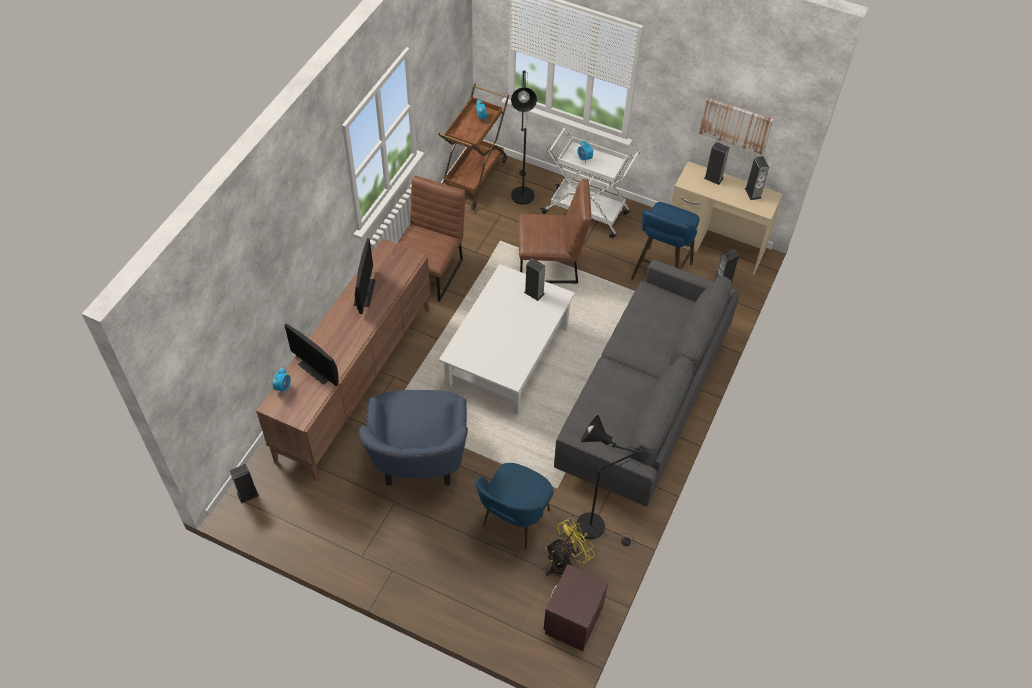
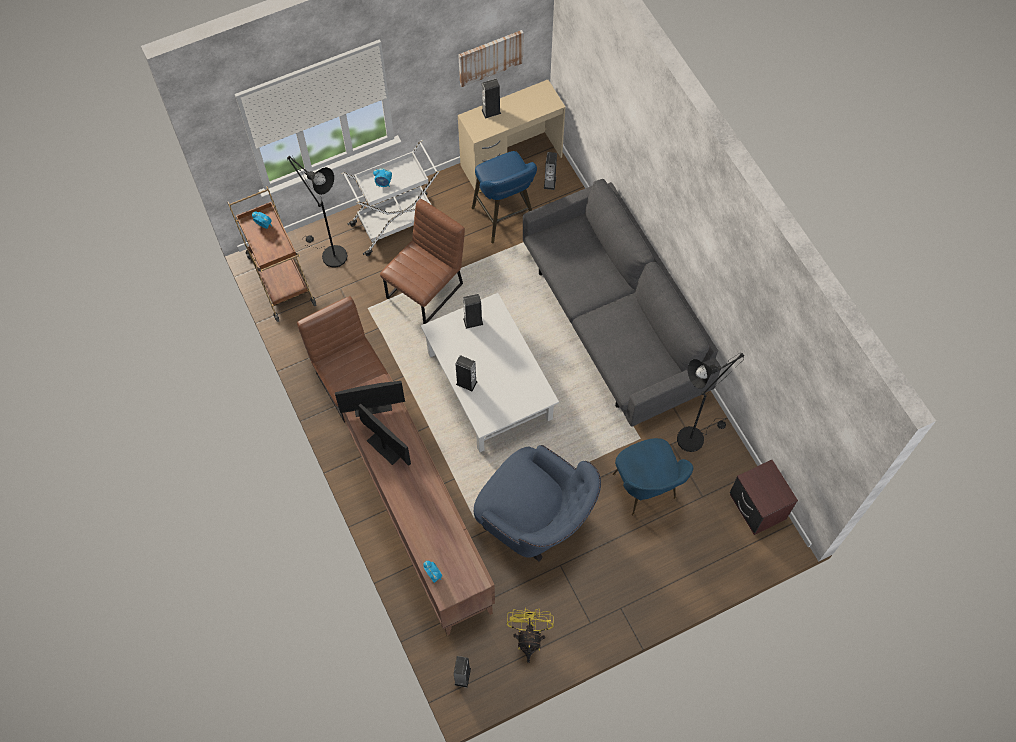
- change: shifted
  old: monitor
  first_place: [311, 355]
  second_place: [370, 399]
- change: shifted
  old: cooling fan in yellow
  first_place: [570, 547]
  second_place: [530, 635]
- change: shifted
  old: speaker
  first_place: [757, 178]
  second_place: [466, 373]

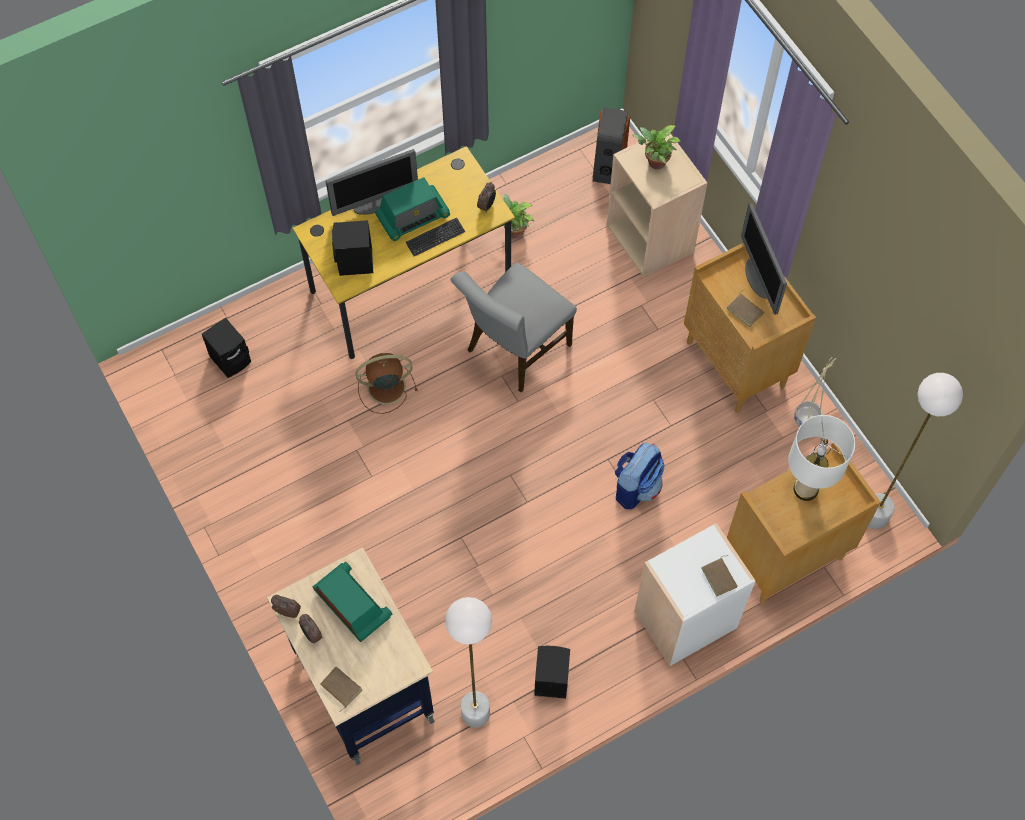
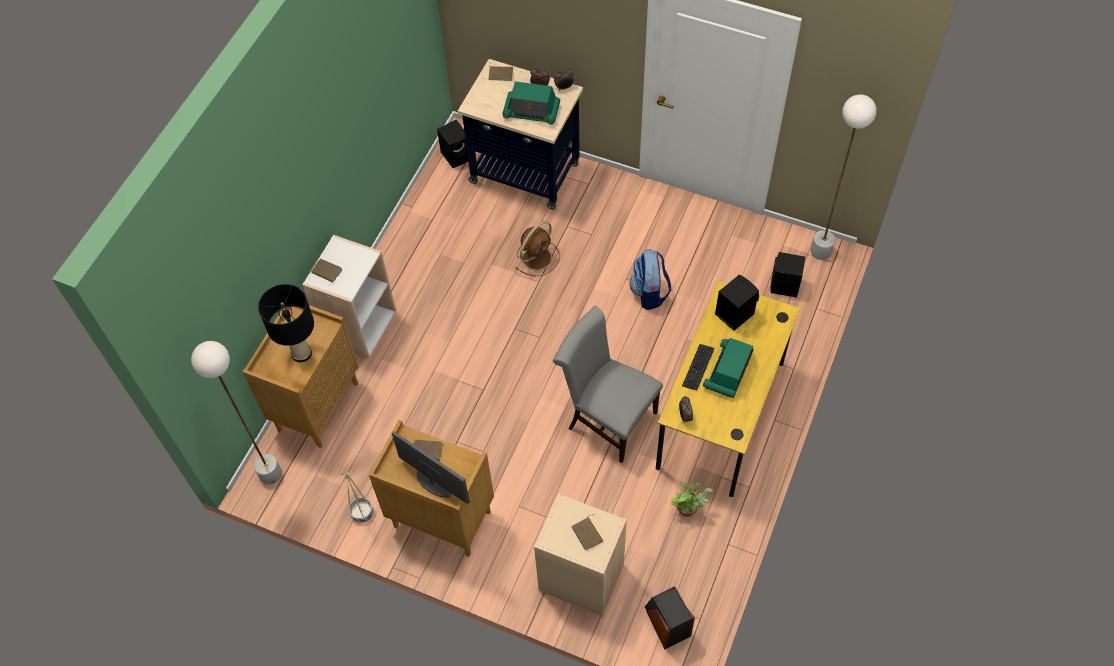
- change: gone
  old: monitor
  first_place: [371, 182]
- change: shifted
  old: cooling fan in brownish
  first_place: [386, 383]
  second_place: [537, 249]
- change: shifted
  old: standard lamp in whitish
  first_place: [468, 662]
  second_place: [844, 177]
- change: shifted
  old: speaker in black
  first_place: [552, 672]
  second_place: [452, 144]
- change: shifted
  old: backpack
  first_place: [640, 476]
  second_place: [650, 279]
- change: swapped
  old: houseplant
  new: volume in brownish
  first_place: [656, 147]
  second_place: [587, 532]
- change: repainted
  old: lamp for a table in whitish
  new: lamp for a table in black
  first_place: [822, 458]
  second_place: [286, 323]
- change: rotated
  old: plain chair in gray
  first_place: [513, 328]
  second_place: [608, 384]
  degrees: -60

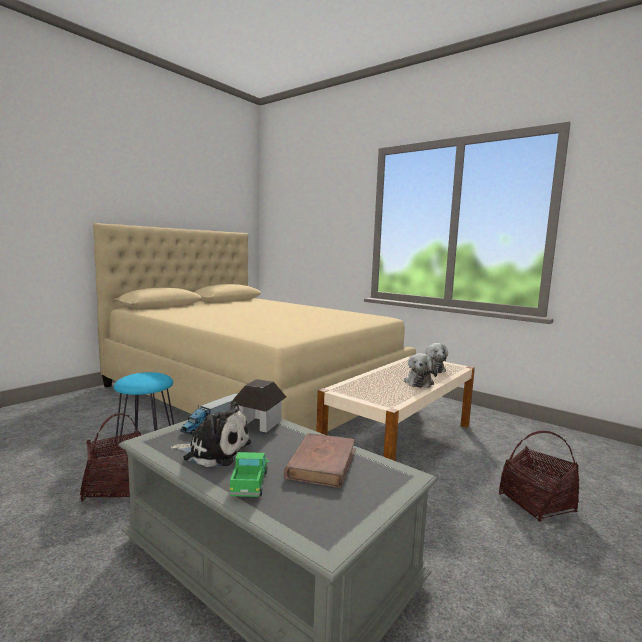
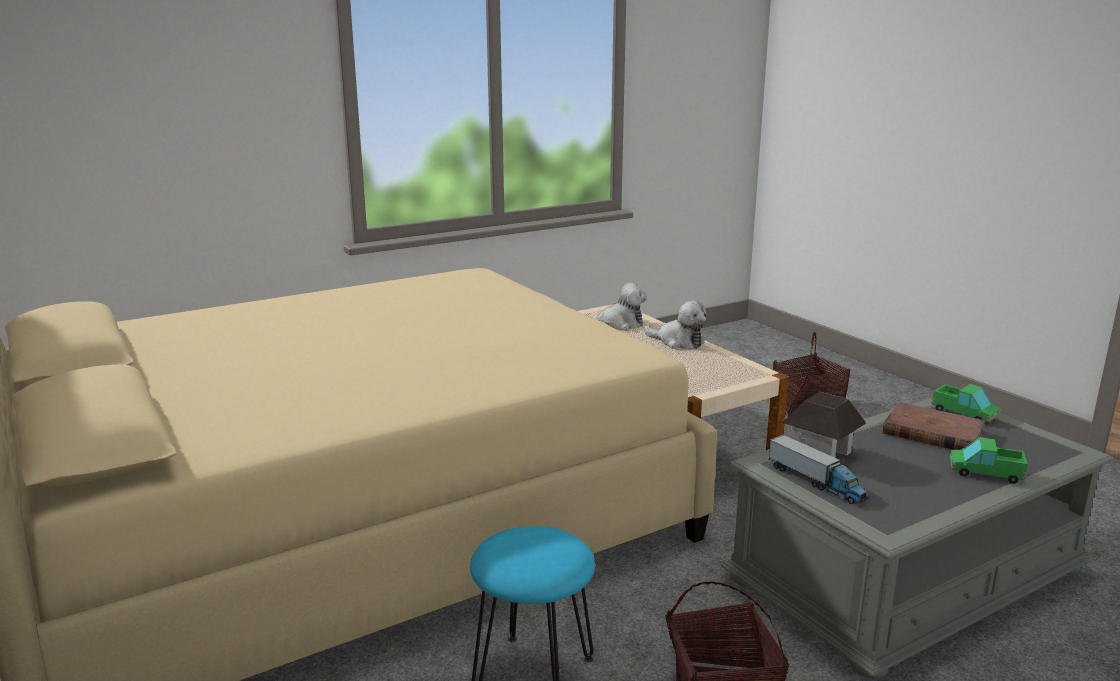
- change: gone
  old: soft toy
  first_place: [211, 434]
- change: new
  new: model truck
  second_place: [966, 403]

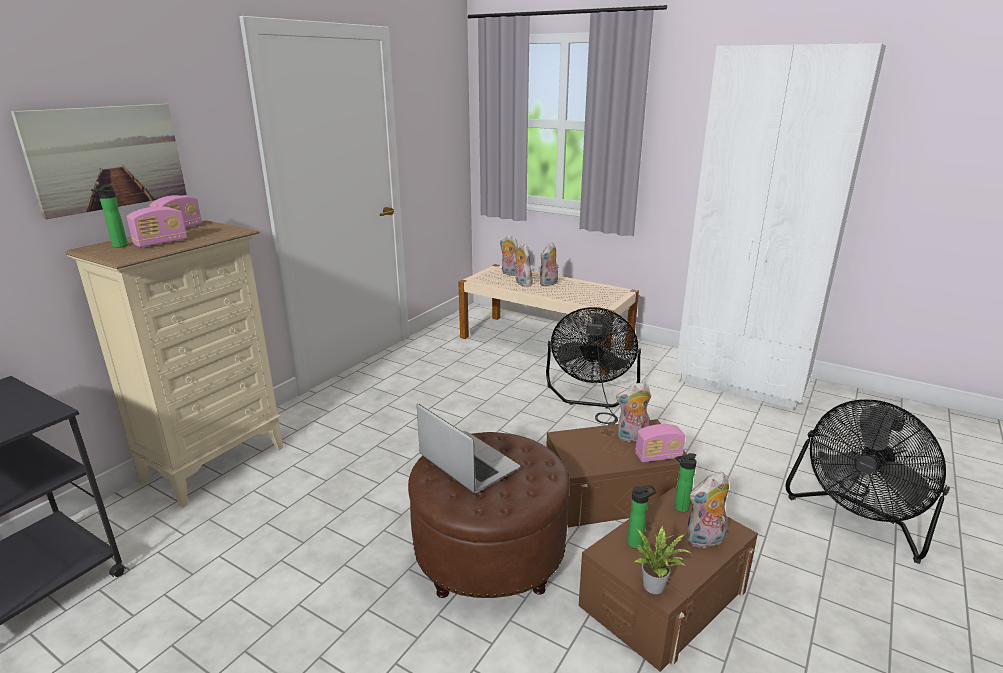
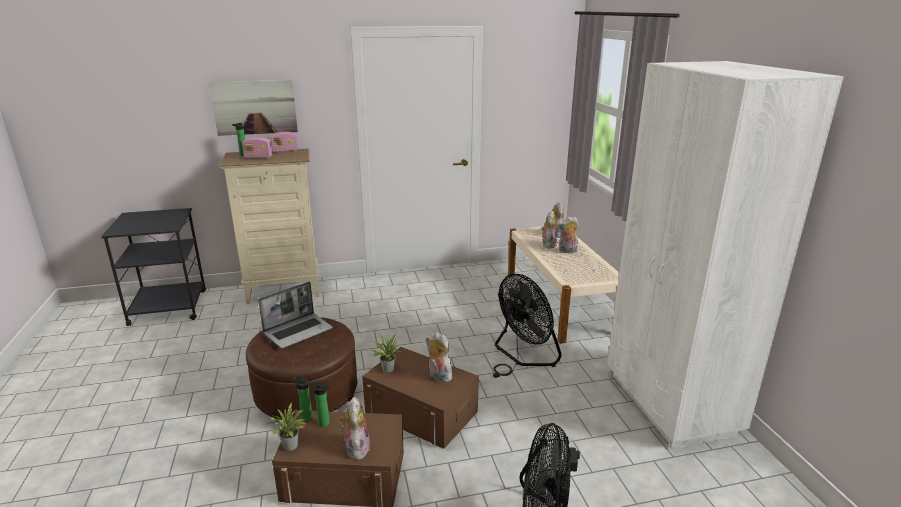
- change: gone
  old: radio receiver
  first_place: [660, 443]
- change: new
  new: houseplant
  second_place: [385, 353]
- change: shifted
  old: drink bottle
  first_place: [685, 482]
  second_place: [302, 398]
- change: rotated
  old: laptop
  first_place: [468, 448]
  second_place: [295, 315]
  degrees: 45
- change: rotated
  old: soft toy
  first_place: [707, 510]
  second_place: [355, 428]
  degrees: 60

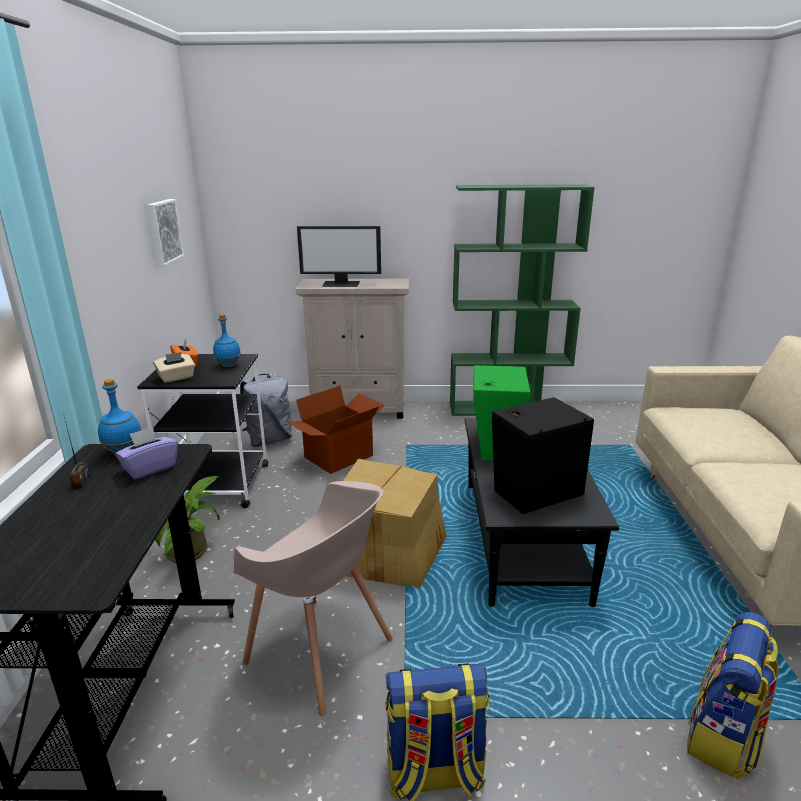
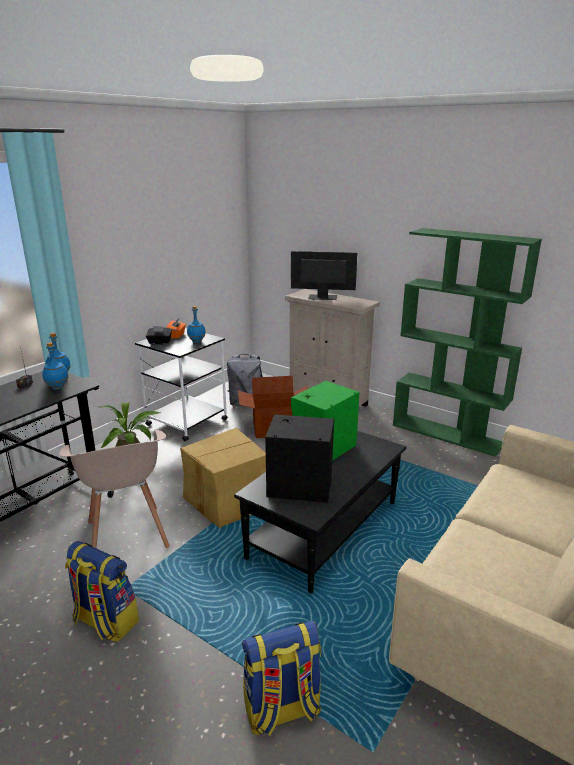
- change: gone
  old: picture
  first_place: [165, 233]
- change: swapped
  old: tissue holder in purple
  new: drink bottle in blue-coloured
  first_place: [146, 453]
  second_place: [55, 366]
- change: repainted
  old: tissue holder in beige
  new: tissue holder in black
  first_place: [174, 367]
  second_place: [159, 335]
- change: rotated
  old: monitor
  first_place: [339, 256]
  second_place: [324, 275]
  degrees: 150

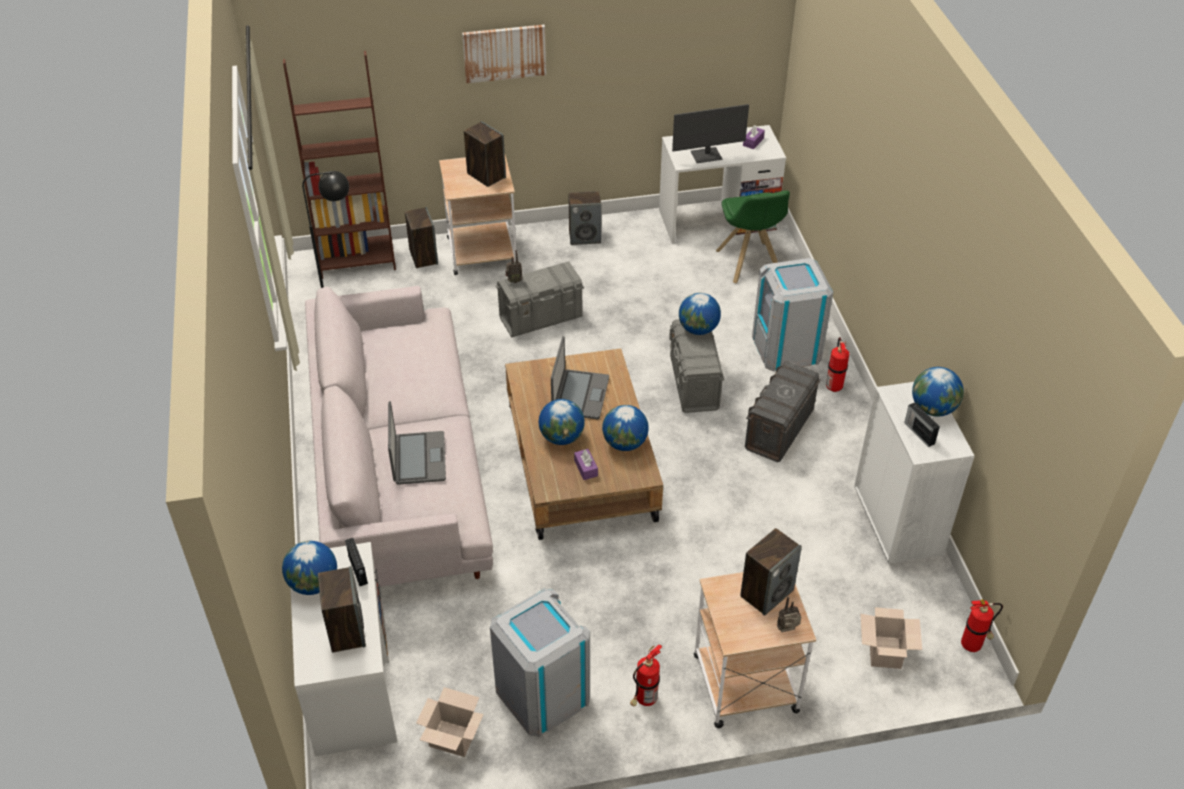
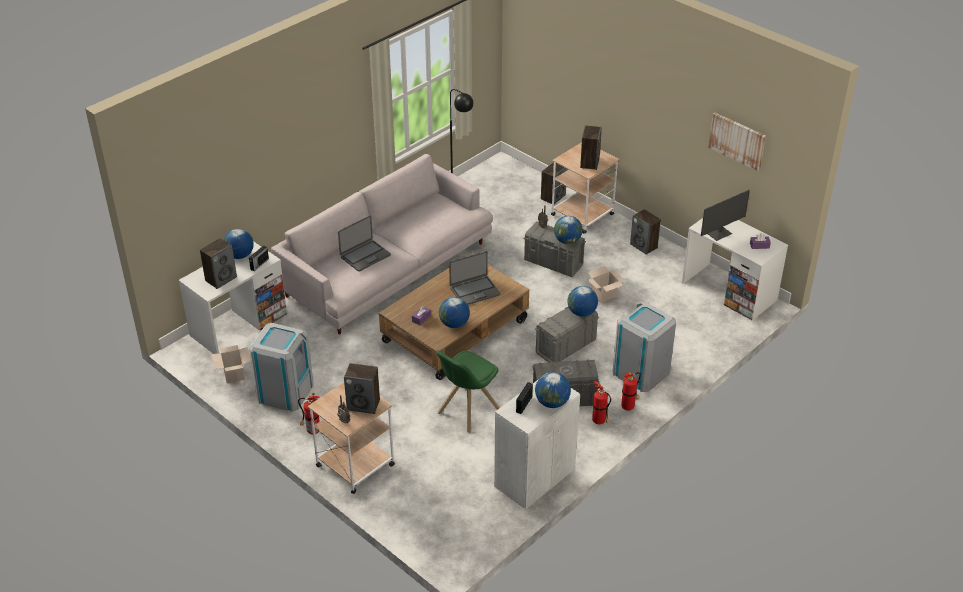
- change: gone
  old: bookcase in brownish
  first_place: [339, 165]
- change: shifted
  old: picture
  first_place: [504, 54]
  second_place: [737, 142]
- change: shifted
  old: desk globe
  first_place: [562, 422]
  second_place: [568, 230]
- change: shifted
  old: plain chair in greenish
  first_place: [753, 237]
  second_place: [468, 391]
- change: shifted
  old: cardboard box
  first_place: [891, 638]
  second_place: [605, 284]
- change: shifted
  old: extinguisher
  first_place: [982, 625]
  second_place: [601, 402]
- change: rotated
  old: monitor
  first_place: [710, 133]
  second_place: [725, 215]
  degrees: -75

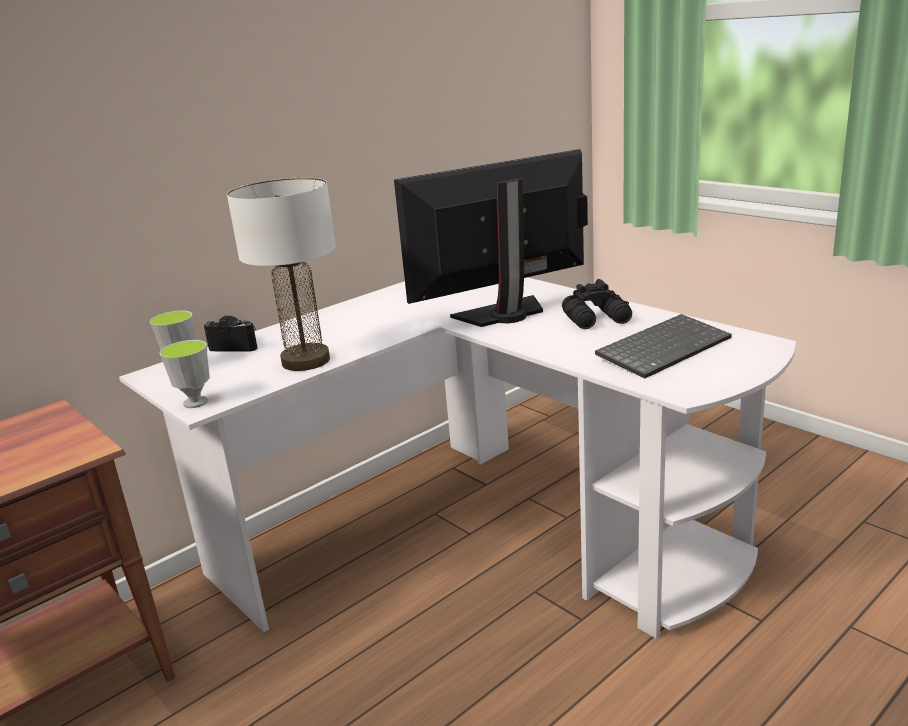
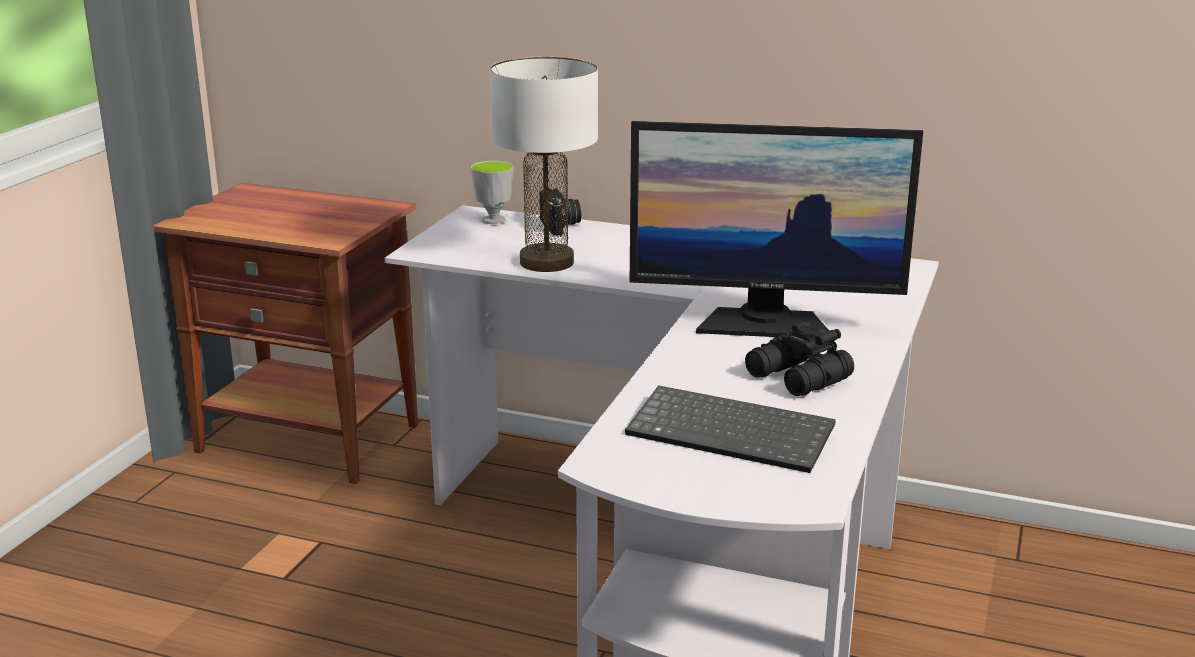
- change: gone
  old: small cup
  first_place: [185, 374]
- change: rotated
  old: monitor
  first_place: [491, 238]
  second_place: [776, 229]
  degrees: 150

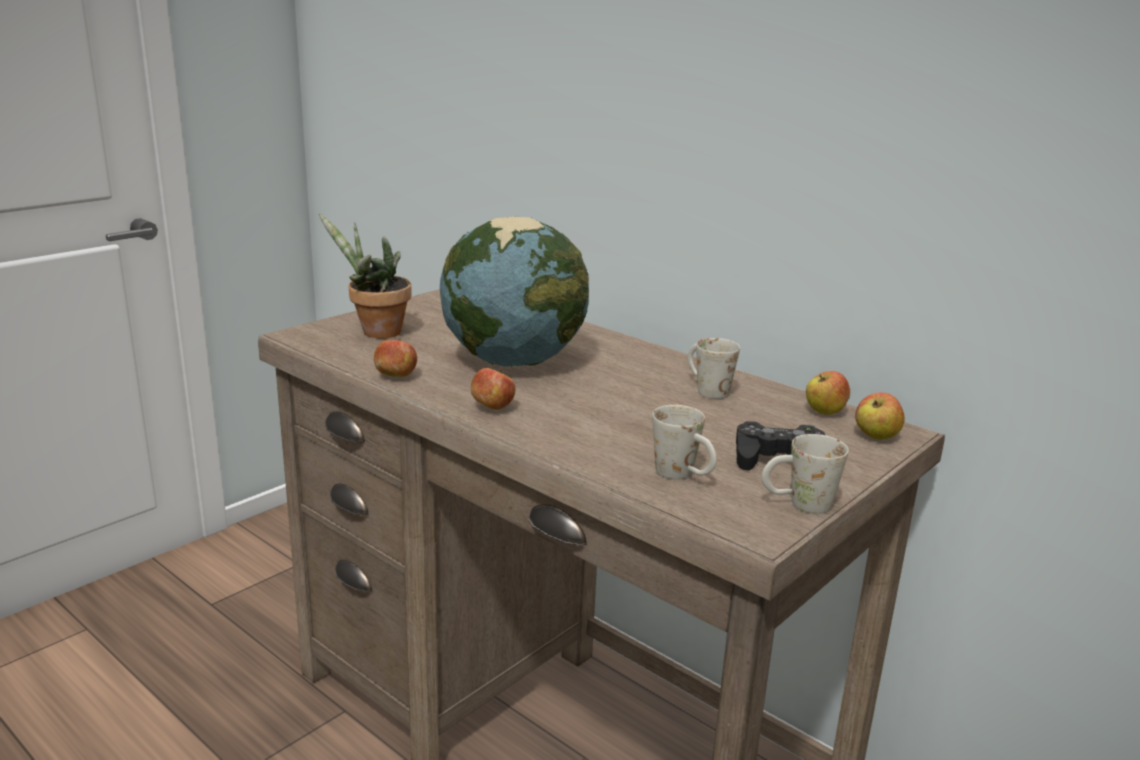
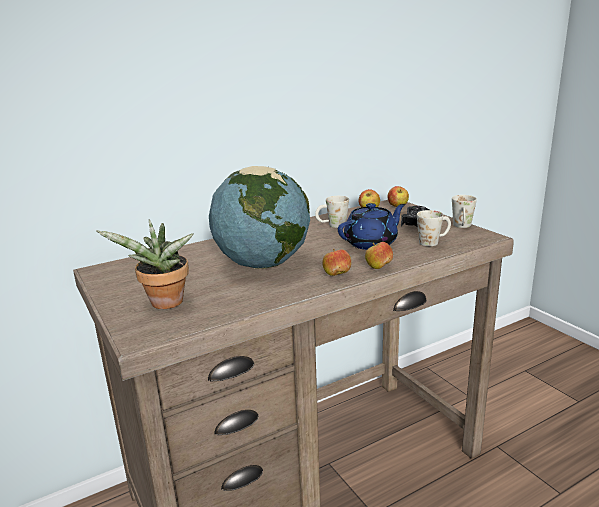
- change: new
  new: teapot in blue-coloured
  second_place: [371, 226]
- change: shifted
  old: apple fruit
  first_place: [395, 357]
  second_place: [379, 255]

